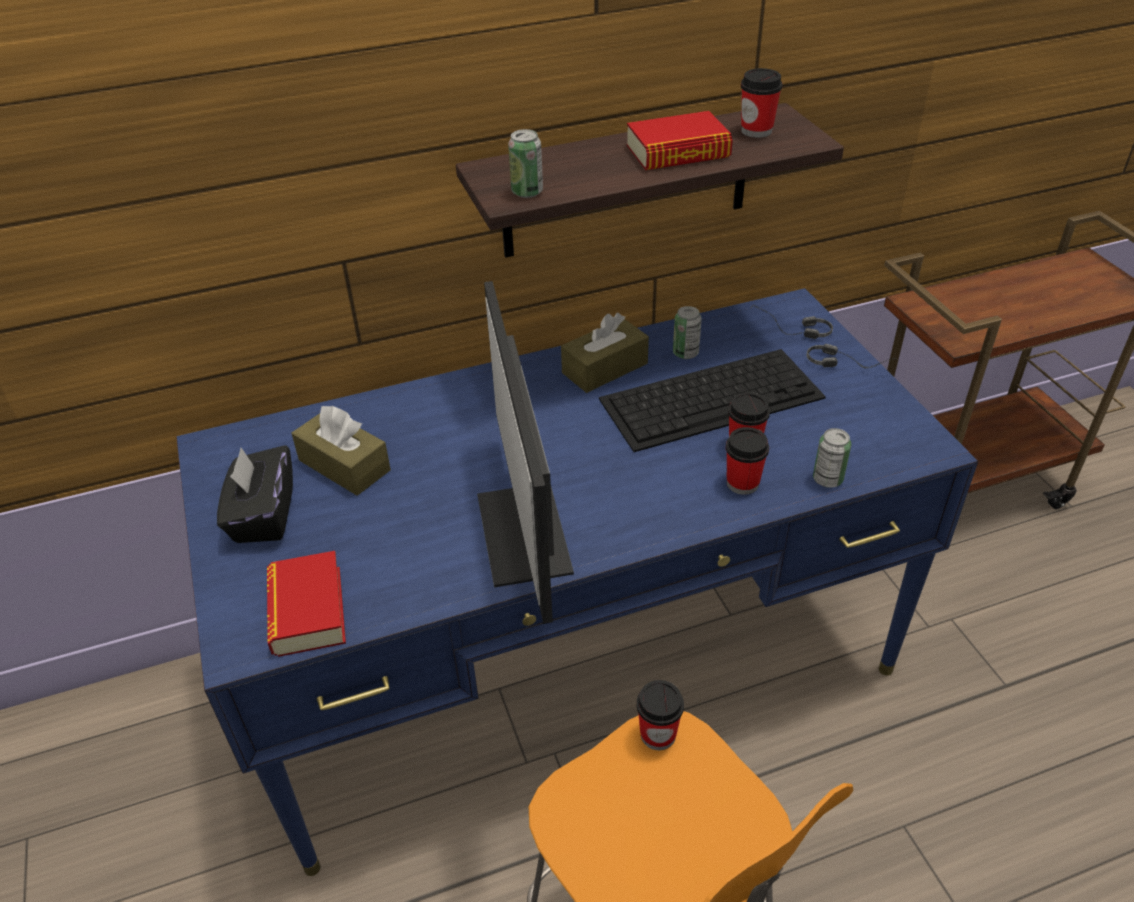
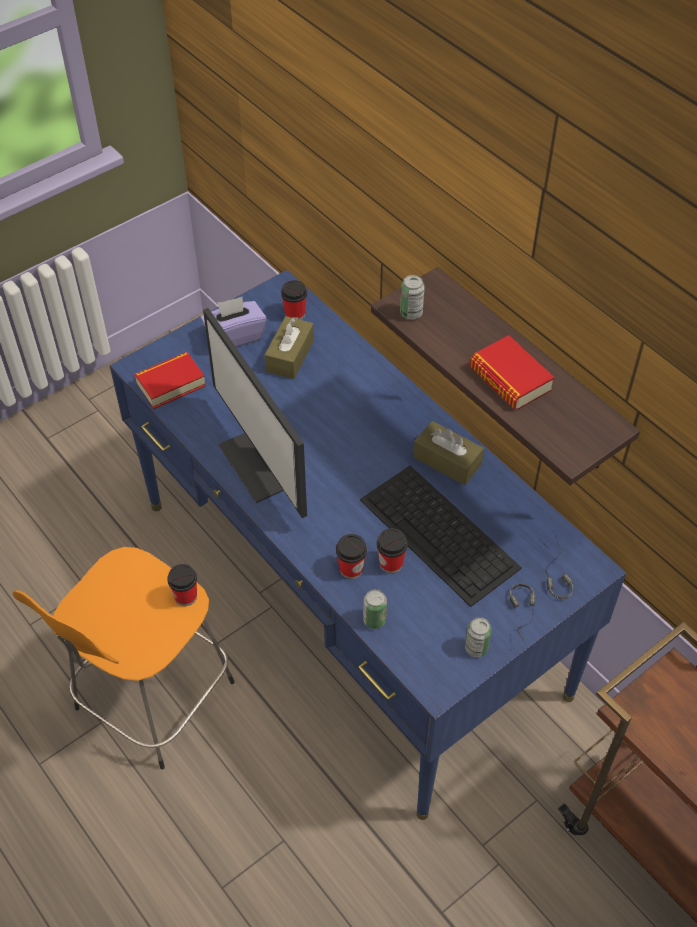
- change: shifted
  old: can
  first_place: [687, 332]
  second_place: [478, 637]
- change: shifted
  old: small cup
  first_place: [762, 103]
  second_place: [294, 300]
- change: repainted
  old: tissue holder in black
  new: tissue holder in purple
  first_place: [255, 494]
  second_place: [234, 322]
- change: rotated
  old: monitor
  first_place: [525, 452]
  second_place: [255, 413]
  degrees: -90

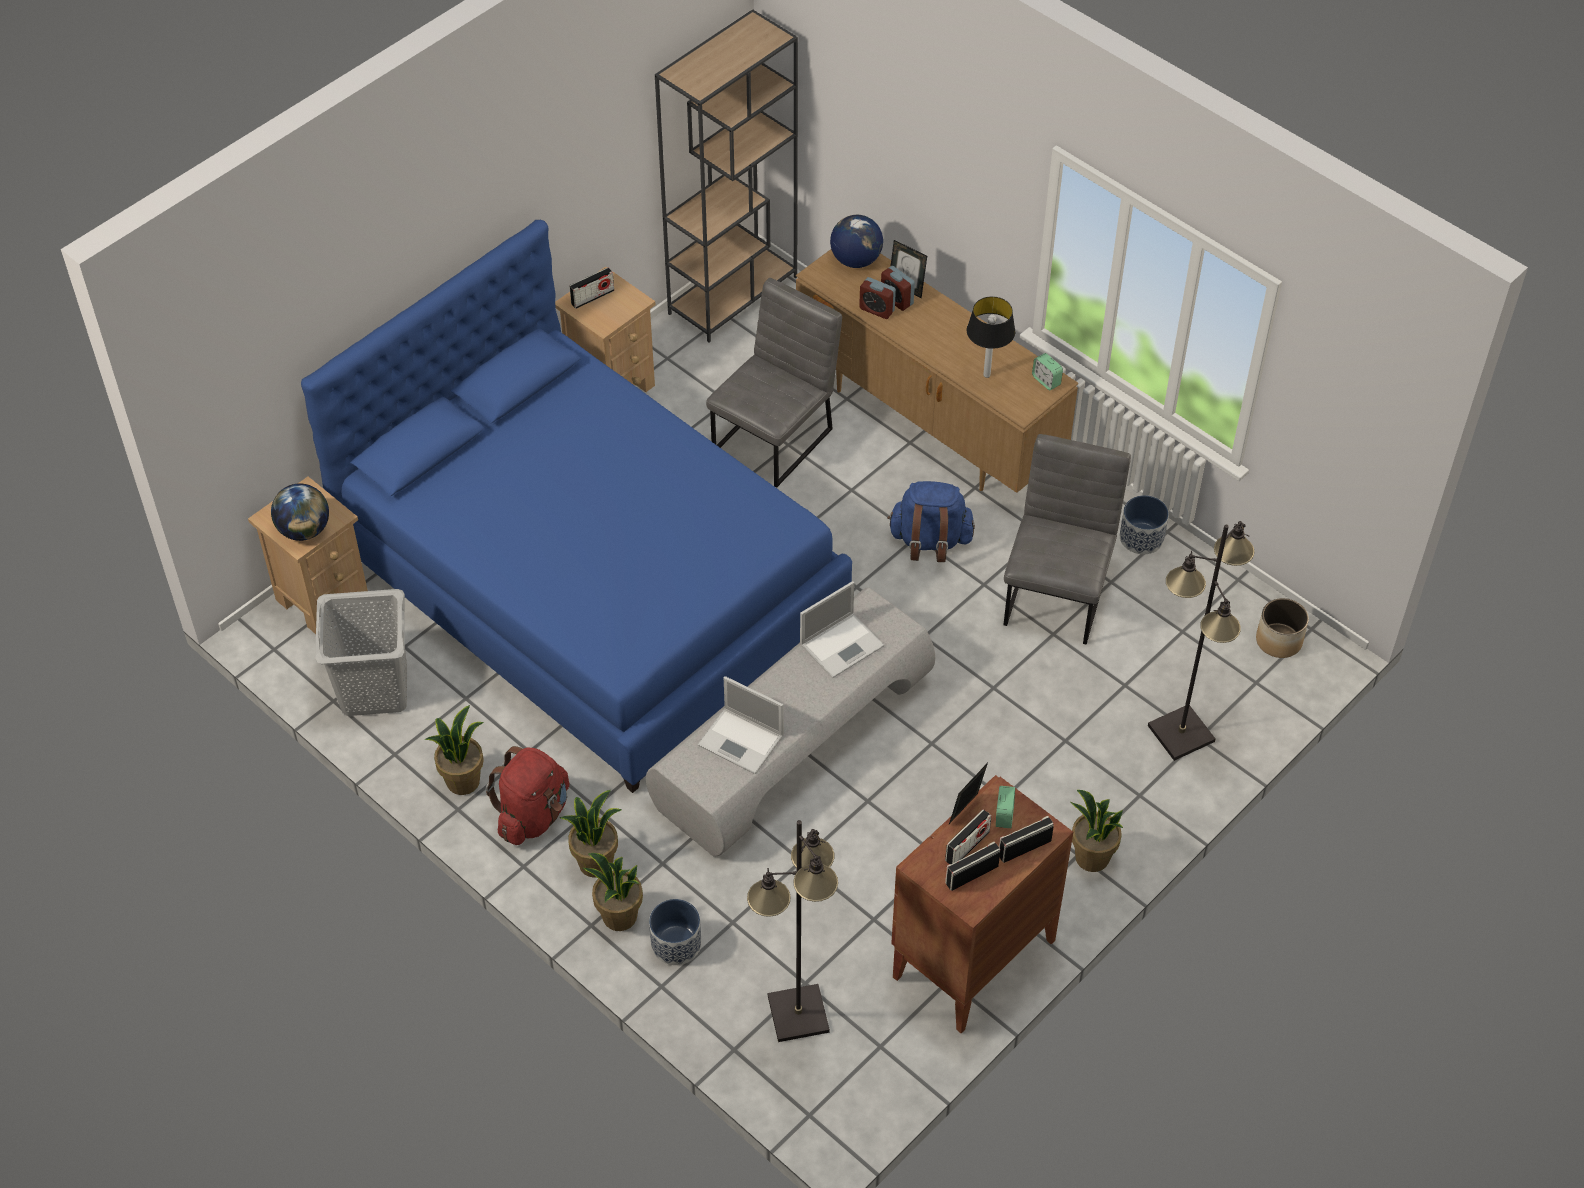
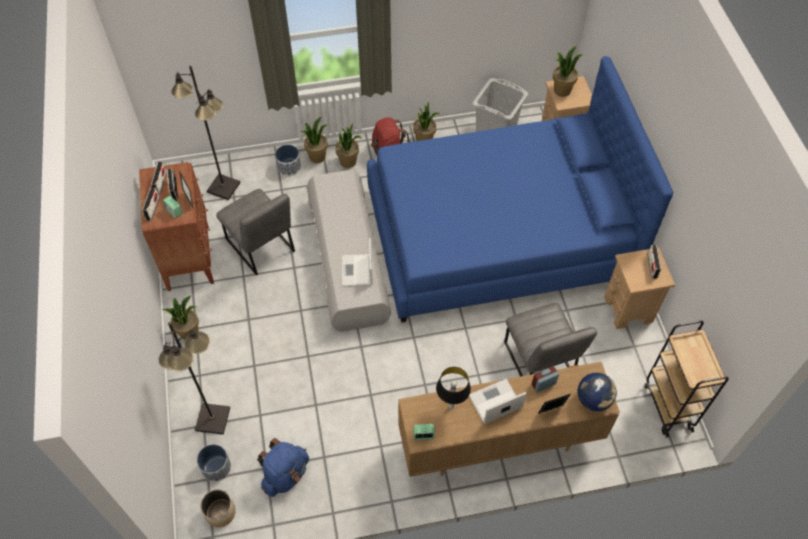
- change: gone
  old: alarm clock
  first_place: [898, 288]
- change: shifted
  old: laptop
  first_place: [740, 725]
  second_place: [498, 401]
- change: shifted
  old: backpack in blue-coloured
  first_place: [931, 521]
  second_place: [283, 467]
- change: shifted
  old: plain chair in gray
  first_place: [1067, 539]
  second_place: [255, 232]
- change: shifted
  old: flower pot
  first_place: [1144, 524]
  second_place: [214, 463]
- change: swapped
  old: desk globe
  new: houseplant
  first_place: [300, 512]
  second_place: [568, 71]
- change: swapped
  old: bookcase
  new: cart in brownish
  first_place: [726, 175]
  second_place: [687, 379]

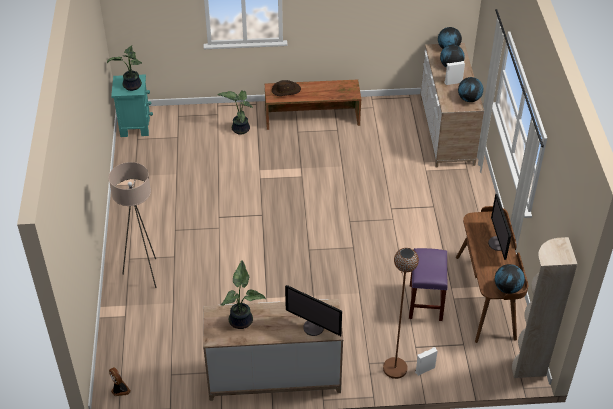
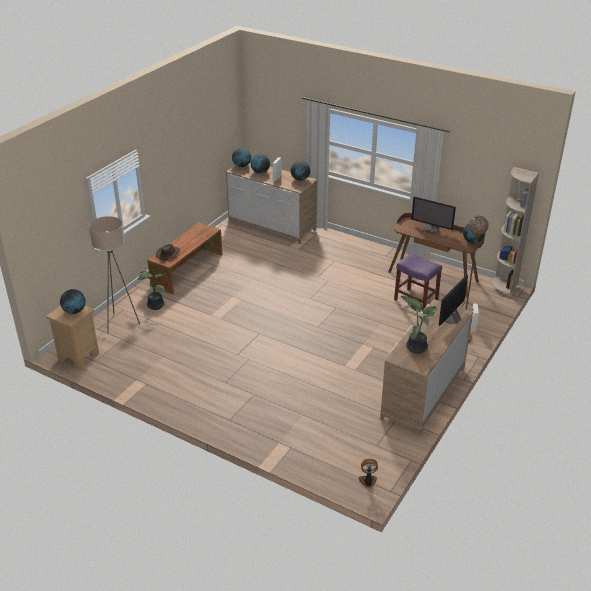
- change: shifted
  old: standard lamp in beige
  first_place: [132, 225]
  second_place: [114, 275]
- change: swapped
  old: houseplant
  new: desk globe
  first_place: [124, 68]
  second_place: [73, 301]
- change: repainted
  old: night table in turquoise
  new: night table in beige
  first_place: [132, 105]
  second_place: [72, 338]
- change: rotated
  old: monitor
  first_place: [313, 310]
  second_place: [453, 300]
  degrees: 150

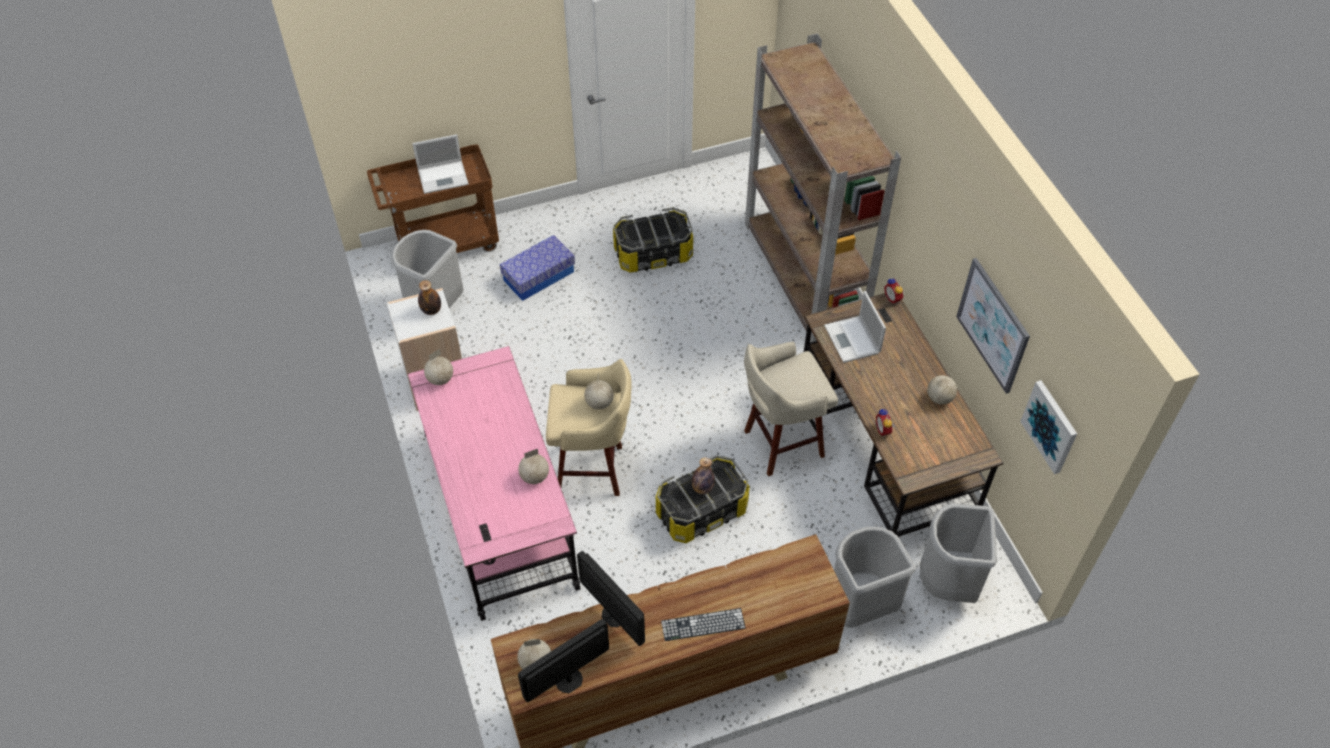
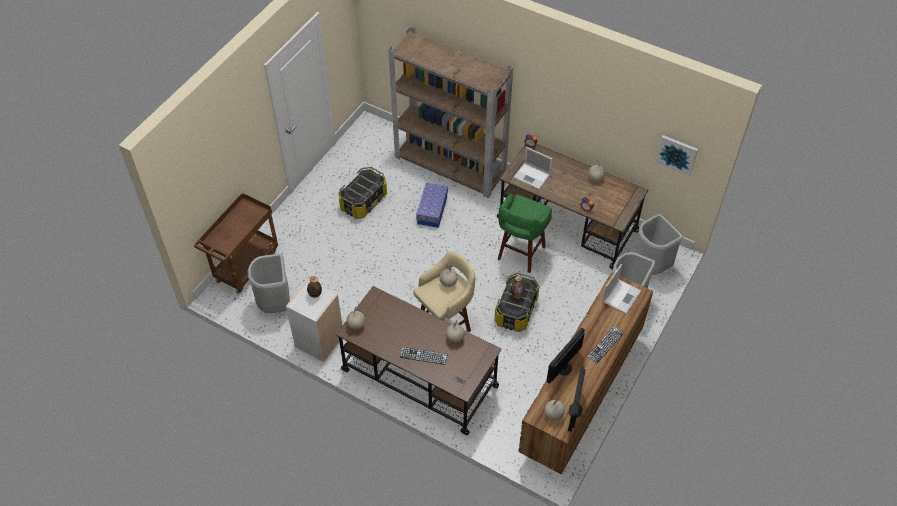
- change: gone
  old: picture
  first_place: [993, 326]
- change: new
  new: keyboard
  second_place: [424, 356]
- change: shifted
  old: laptop
  first_place: [440, 164]
  second_place: [621, 289]
- change: shifted
  old: storage bin
  first_place: [537, 268]
  second_place: [432, 205]
- change: repainted
  old: desk in pinkish
  new: desk in brownish
  first_place: [494, 483]
  second_place: [419, 360]
- change: repainted
  old: stool in beige
  new: stool in greenish
  first_place: [791, 409]
  second_place: [525, 233]
- change: rotated
  old: monitor
  first_place: [611, 598]
  second_place: [565, 356]
  degrees: 120

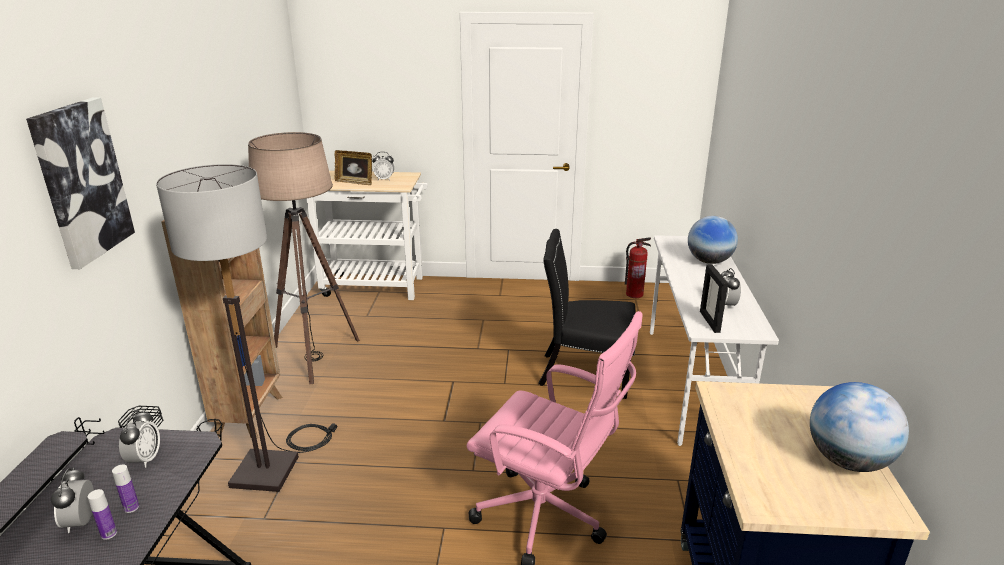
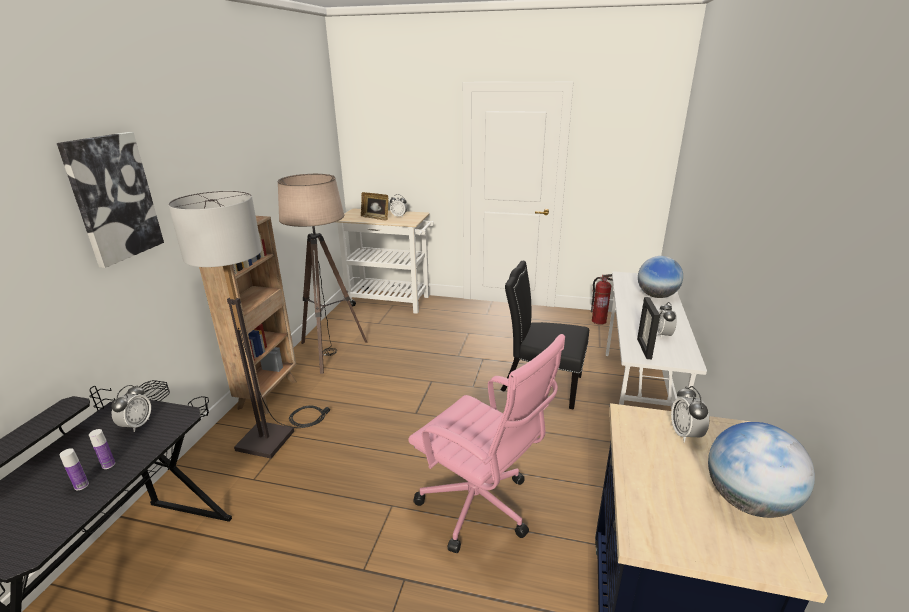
- change: shifted
  old: alarm clock
  first_place: [72, 500]
  second_place: [690, 414]

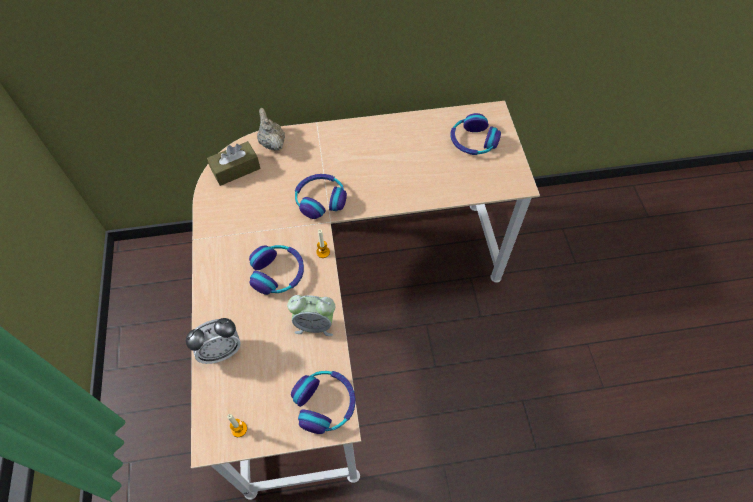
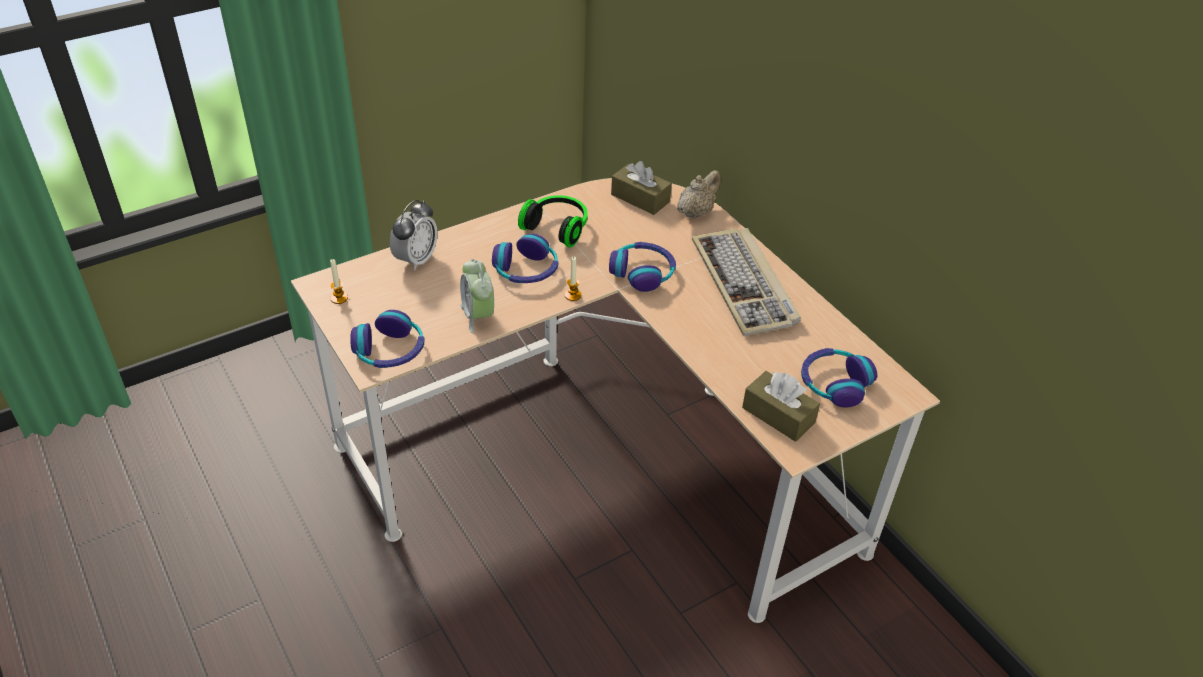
- change: new
  new: pair of headphones
  second_place: [553, 221]
- change: new
  new: keyboard
  second_place: [746, 282]
- change: new
  new: tissue holder in brownish
  second_place: [781, 406]
- change: rotated
  old: alarm clock
  first_place: [213, 341]
  second_place: [414, 235]
  degrees: -105

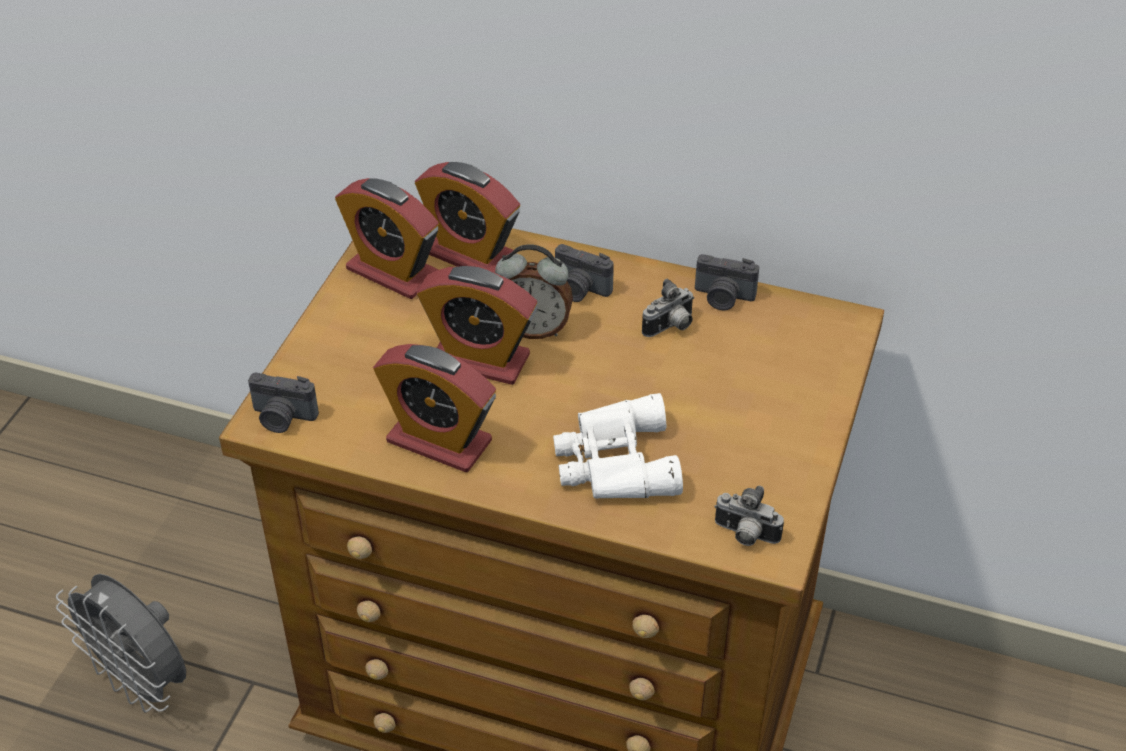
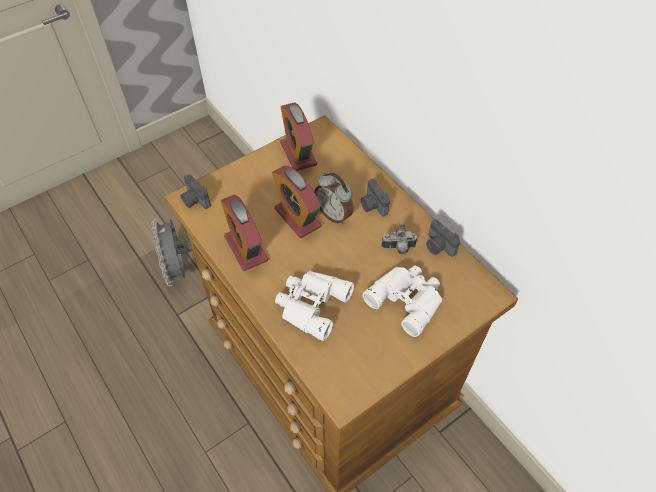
- change: gone
  old: alarm clock
  first_place: [467, 217]
- change: gone
  old: still camera
  first_place: [749, 516]
- change: new
  new: pair of binoculars in whitish
  second_place: [402, 301]

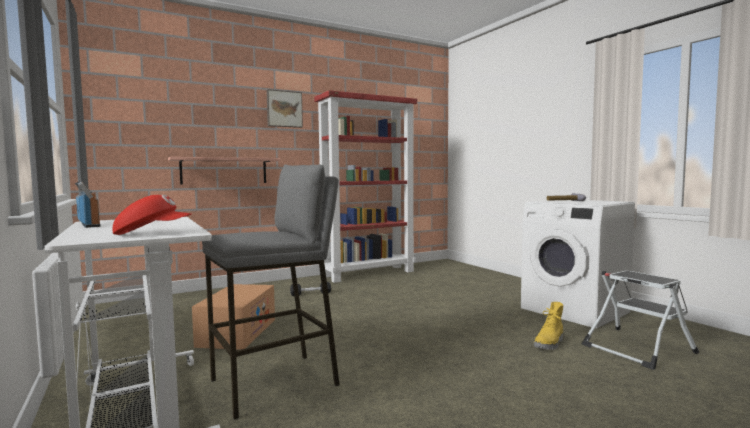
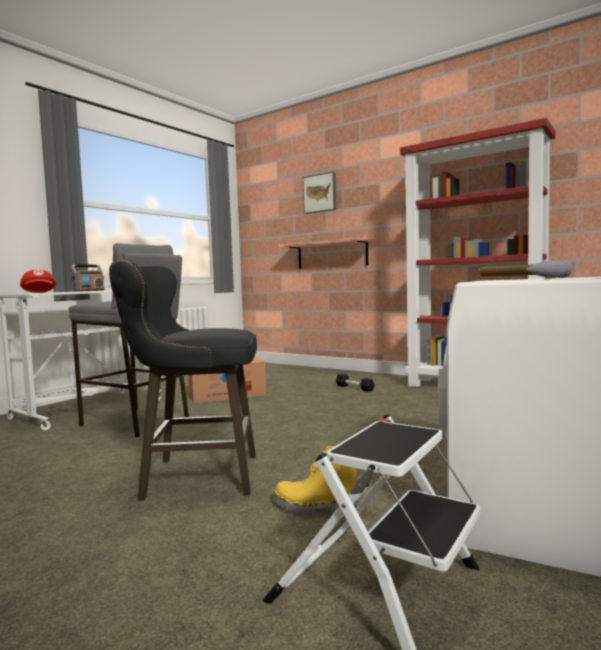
- change: new
  new: stool in black
  second_place: [183, 381]
- change: shifted
  old: picture
  first_place: [284, 108]
  second_place: [319, 193]

